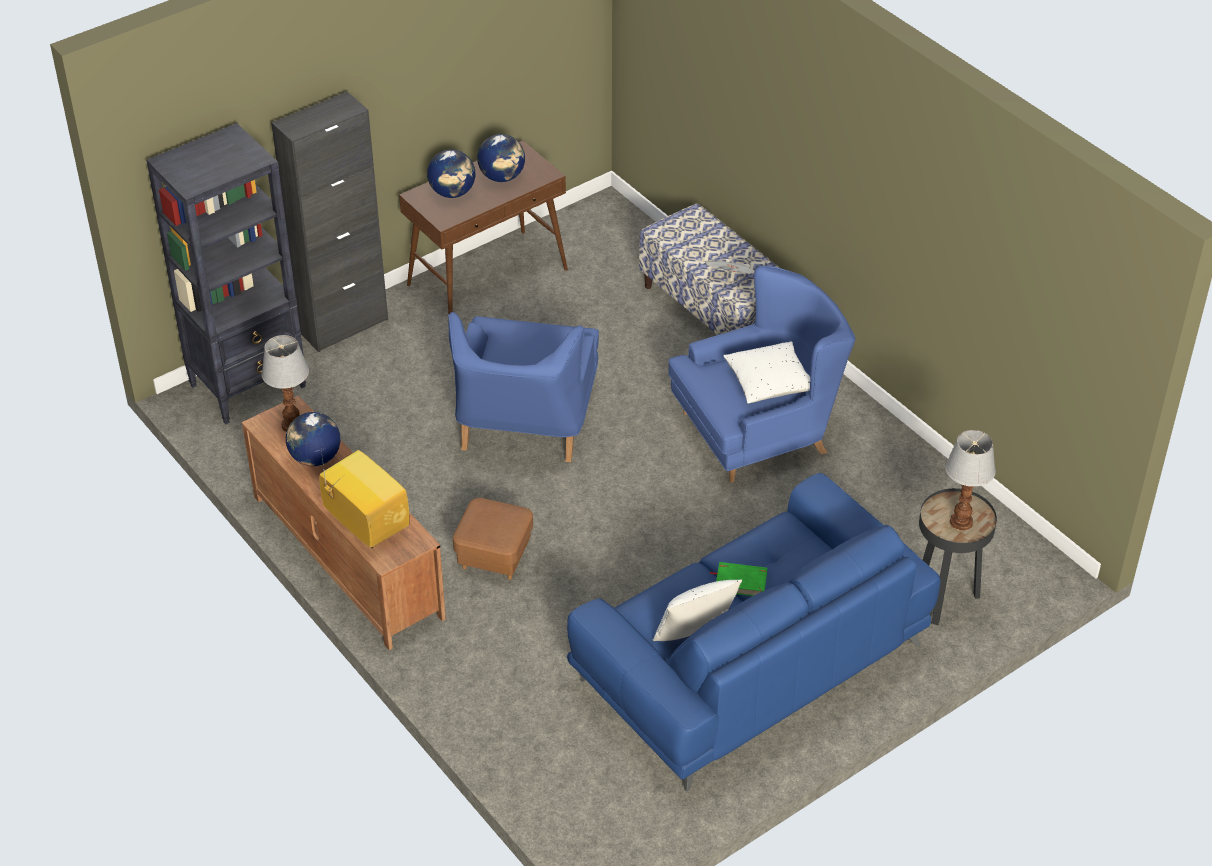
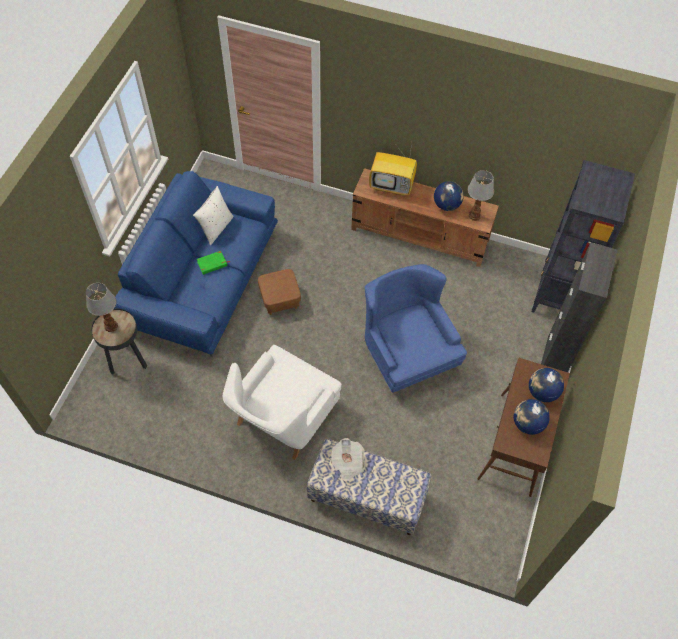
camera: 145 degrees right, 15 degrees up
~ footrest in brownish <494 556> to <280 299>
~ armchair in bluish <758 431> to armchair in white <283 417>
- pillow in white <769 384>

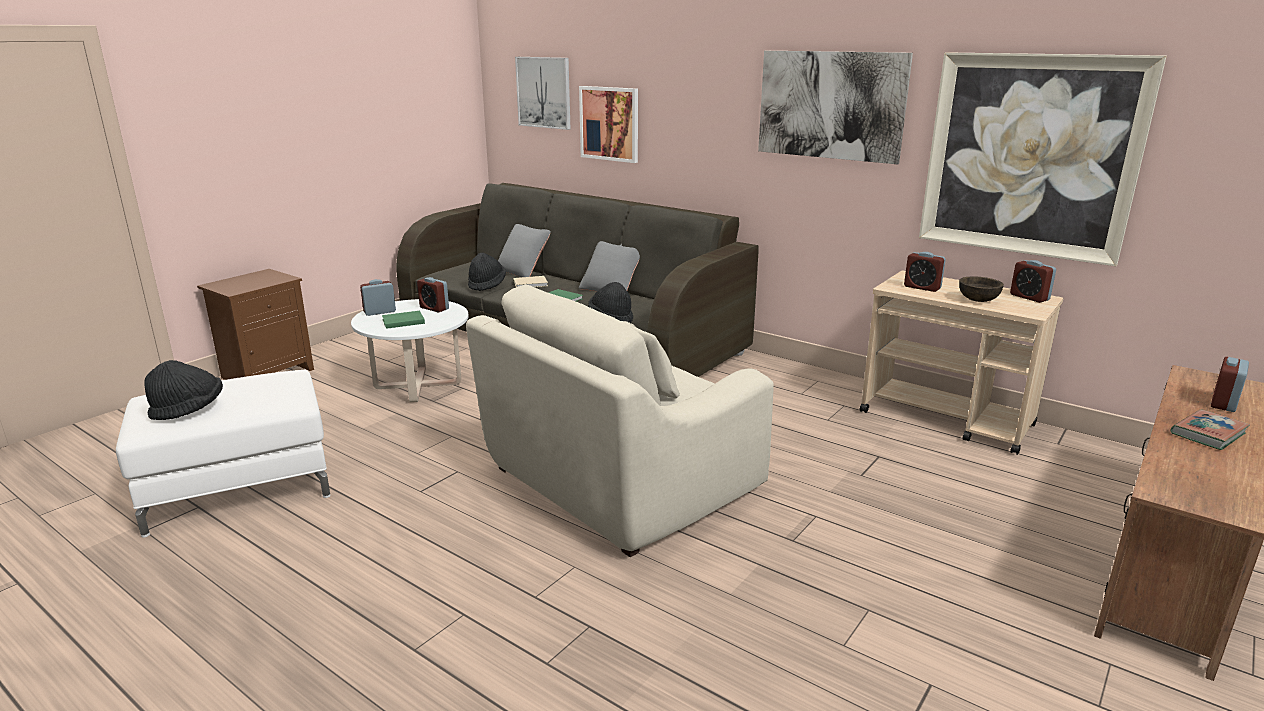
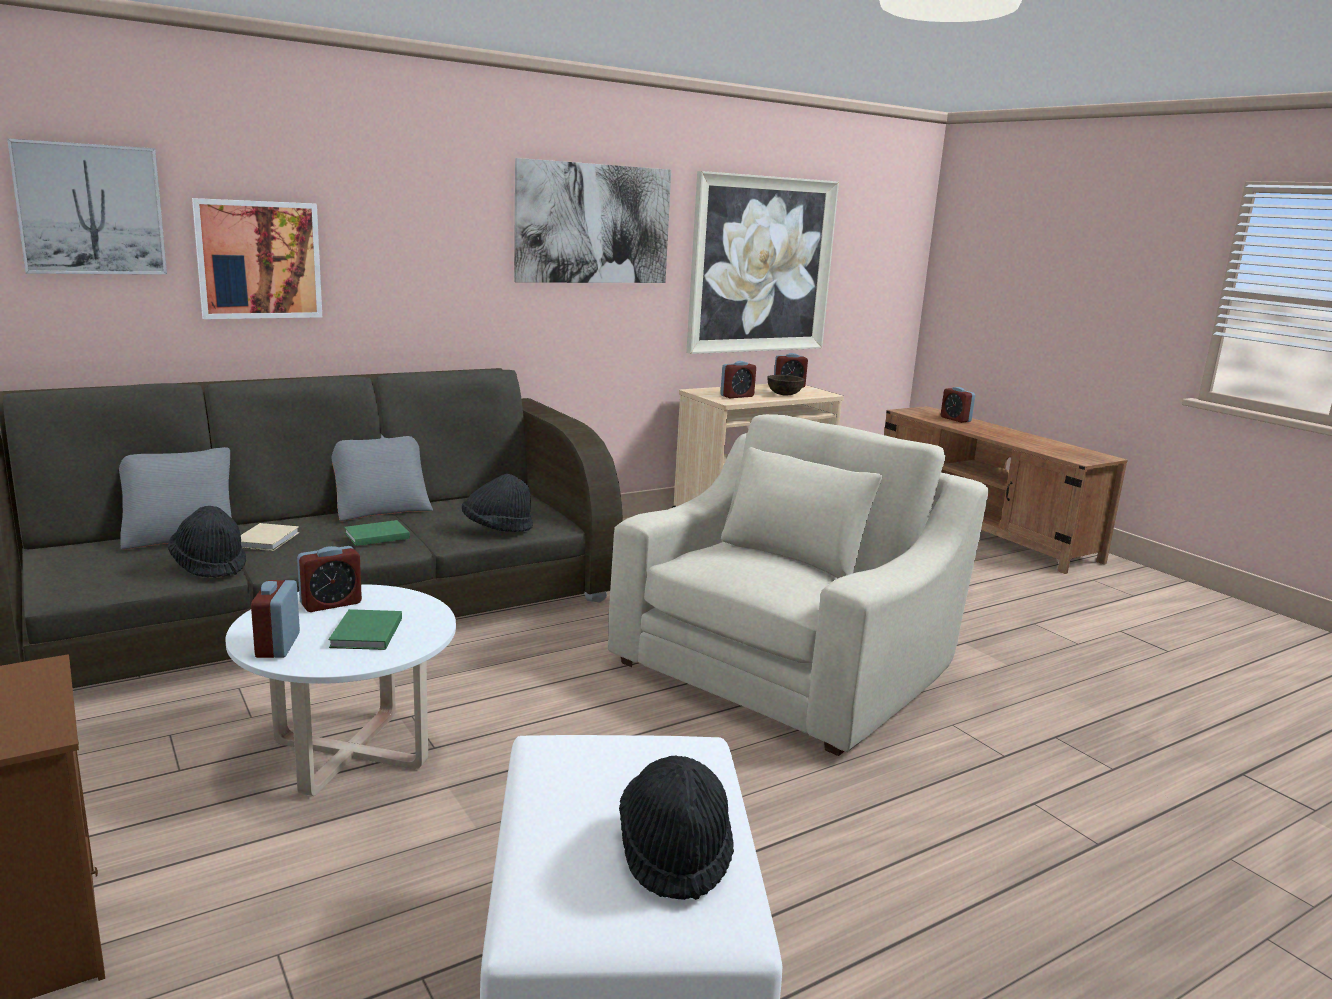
camera: 70 degrees left, 5 degrees down
~ armchair in beige-coloured <618 481> = <785 667> 120 degrees counterclockwise
- book <1208 433>

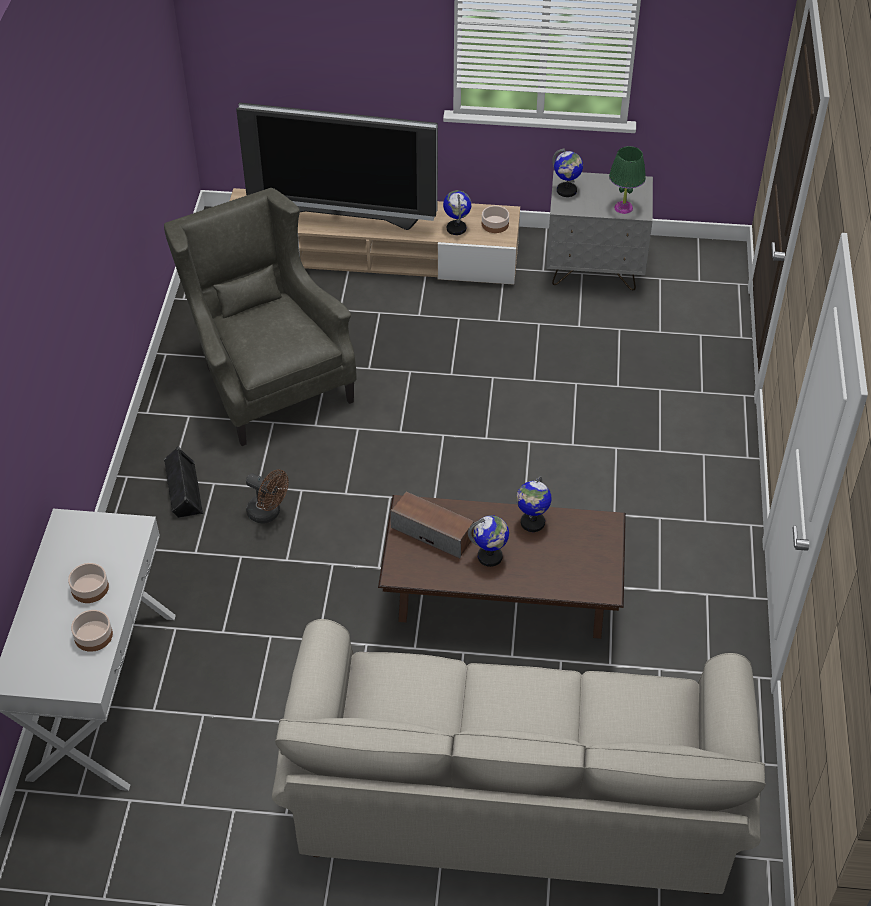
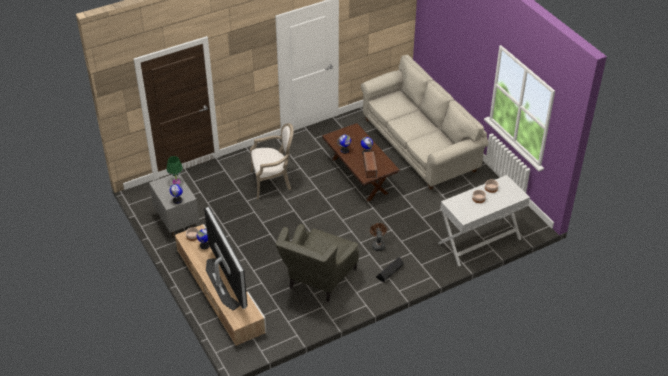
camera: 125 degrees left, 5 degrees down
+ armchair <272 182>

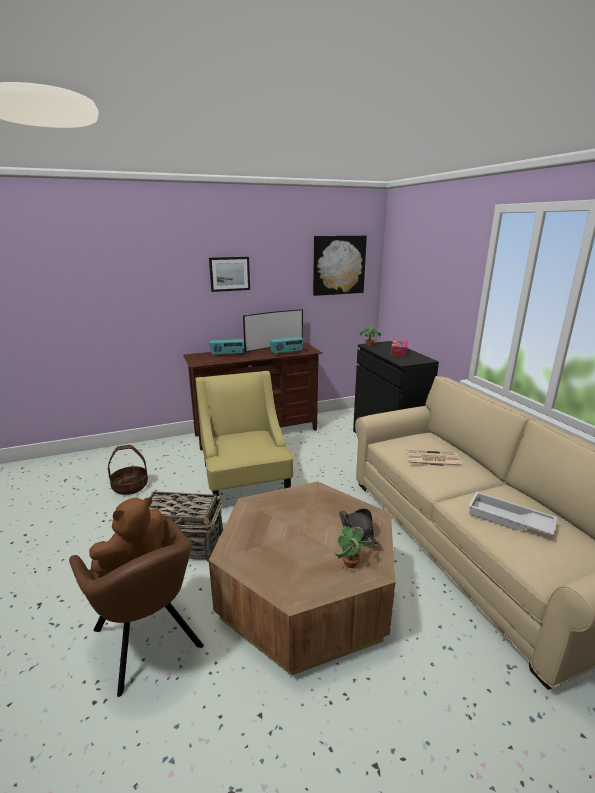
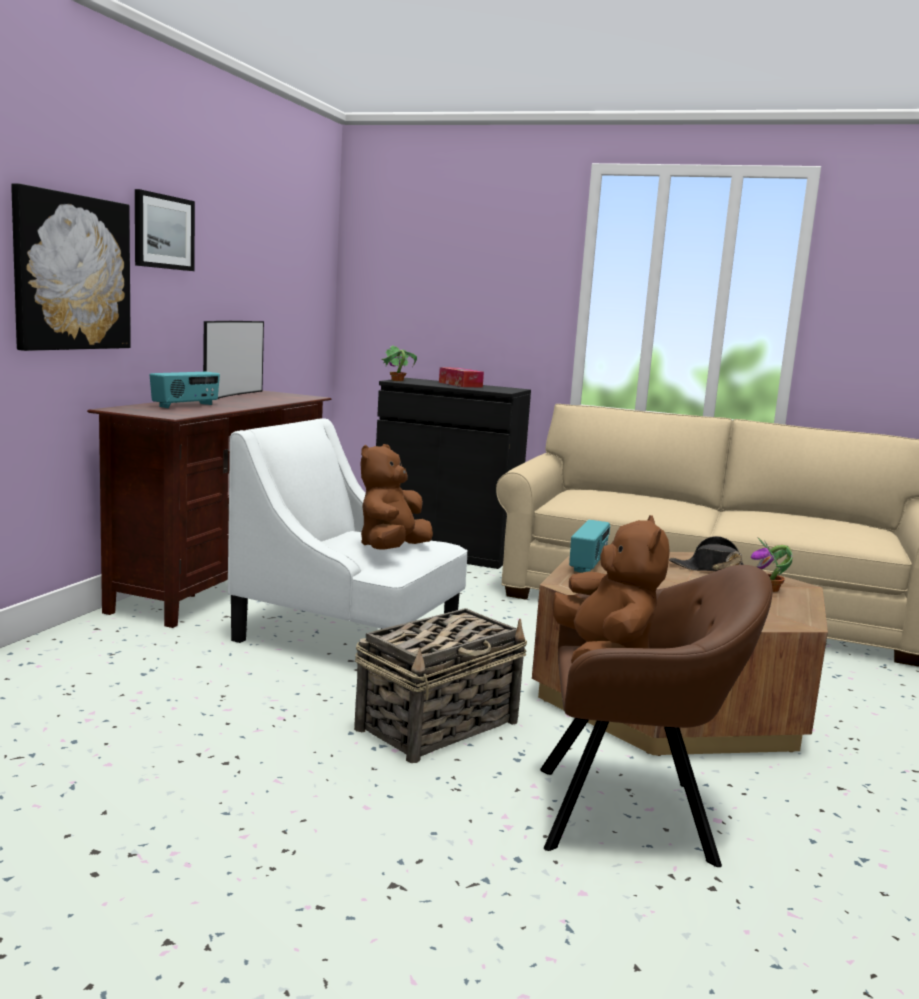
camera: 50 degrees left, 10 degrees down
- storage basket <130 486>
~ armchair in yellowish <245 480> to armchair in white <348 636>
~ radio receiver <286 353> to <588 564>
~ wall art <338 265> to <71 272>
- printed paper <431 459>
- tray in white <508 520>
+ plush toy in brownish <392 549>

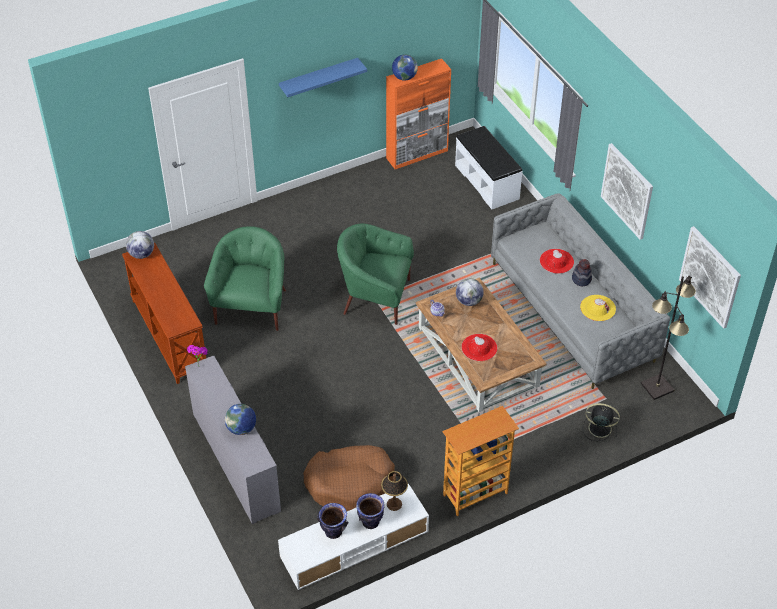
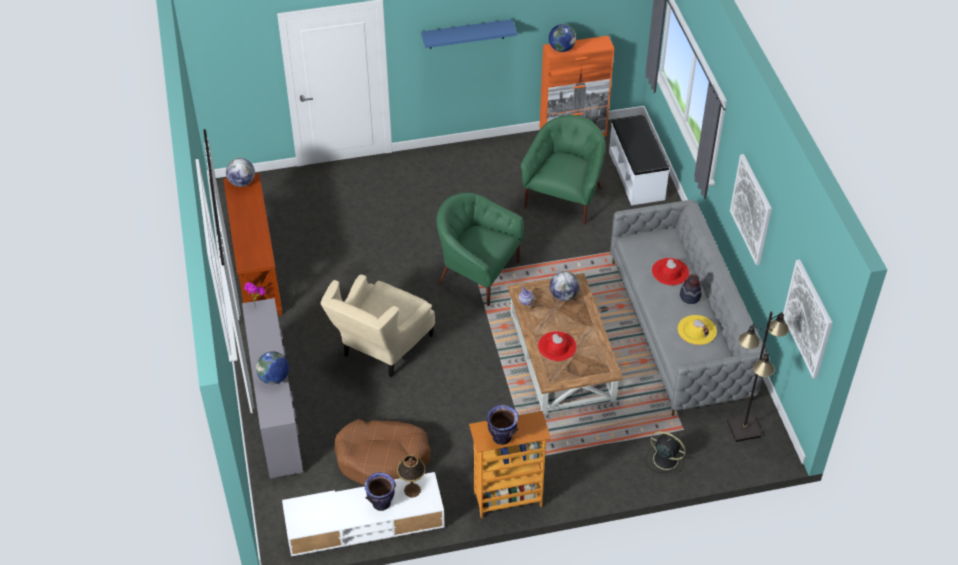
camera: 15 degrees right, 0 degrees up
~ armchair in green <252 306> to <564 197>
~ flower vase <333 532> to <501 438>
+ armchair in beige-coloured <381 349>

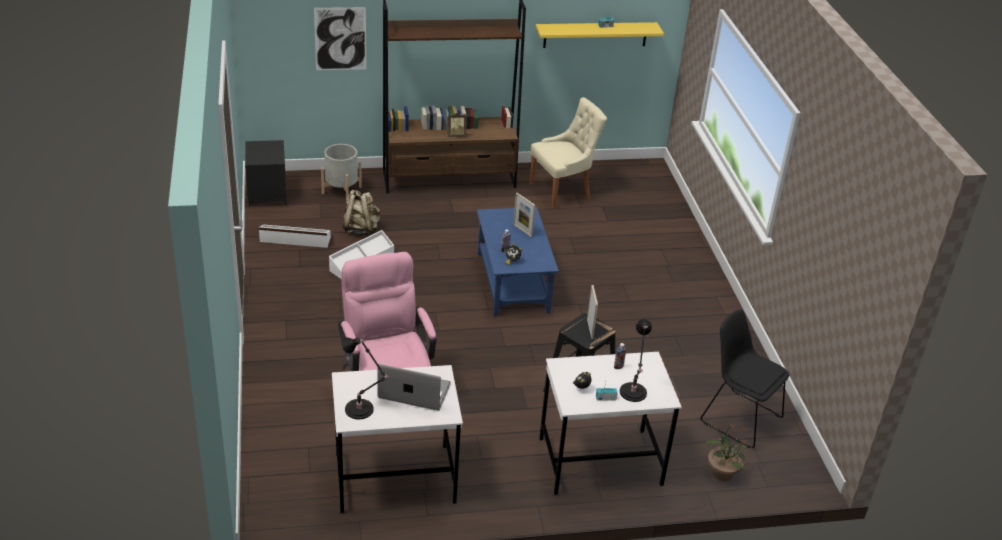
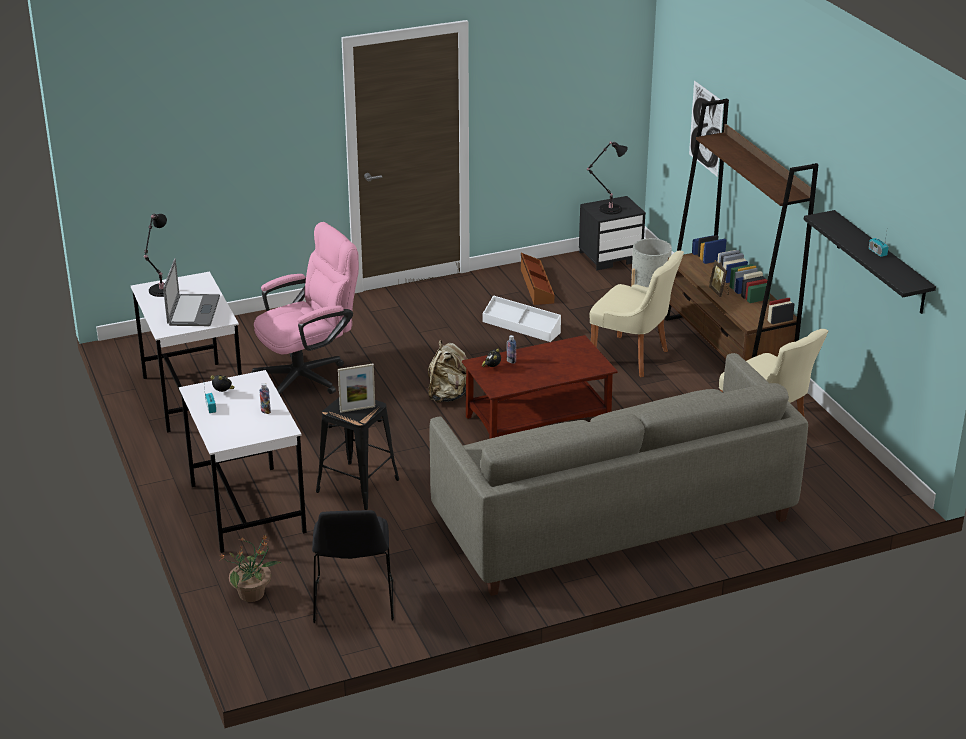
camera: 80 degrees right, 5 degrees down
~ storage box in white <295 240> to storage box in brownish <536 286>
~ rucksack in beige-coloured <361 229> to <448 396>
~ coffee table in bluish <513 283> to coffee table in brownish <537 421>
- picture frame <522 230>
~ bracket shelf in yellowish <595 34> to bracket shelf in blackish <881 263>
~ lamp for a table in blackish <632 394> to <608 209>
~ chair in blackish <738 417> = <353 602> 150 degrees clockwise
+ settee in greyish <612 518>
+ chair in beige-coloured <632 357>

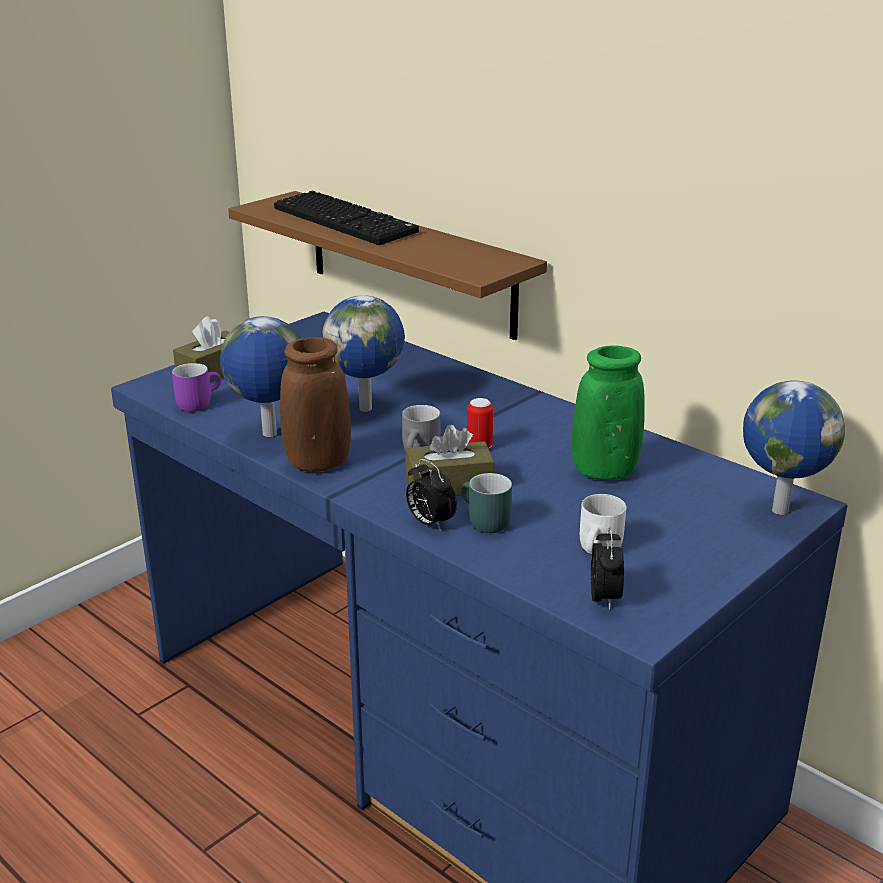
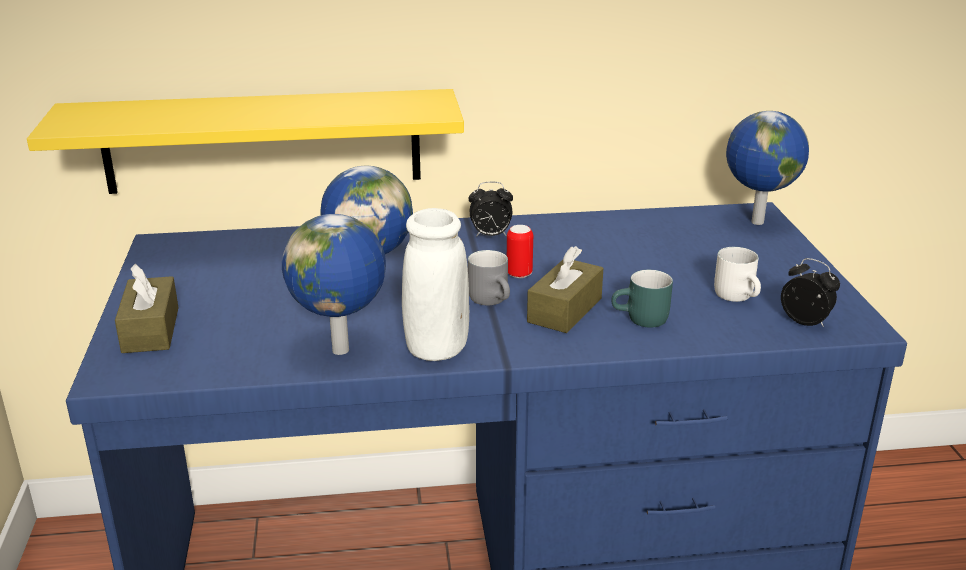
camera: 50 degrees left, 0 degrees up
- coffee mug in purplish <197 403>
~ bracket shelf in brownish <410 263> to bracket shelf in yellowish <262 141>
- PC keyboard <347 220>
~ flower vase in brownish <318 463> to flower vase in white <437 349>
~ alarm clock <429 523> to <490 236>
- flower vase in green <604 471>

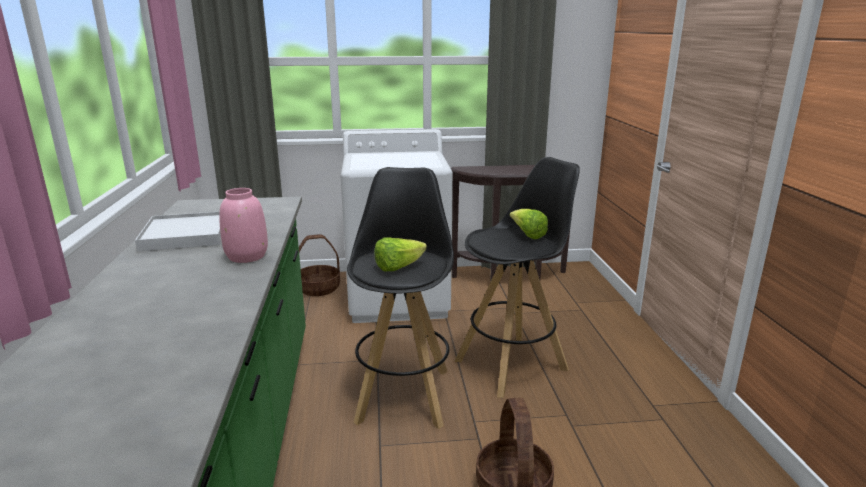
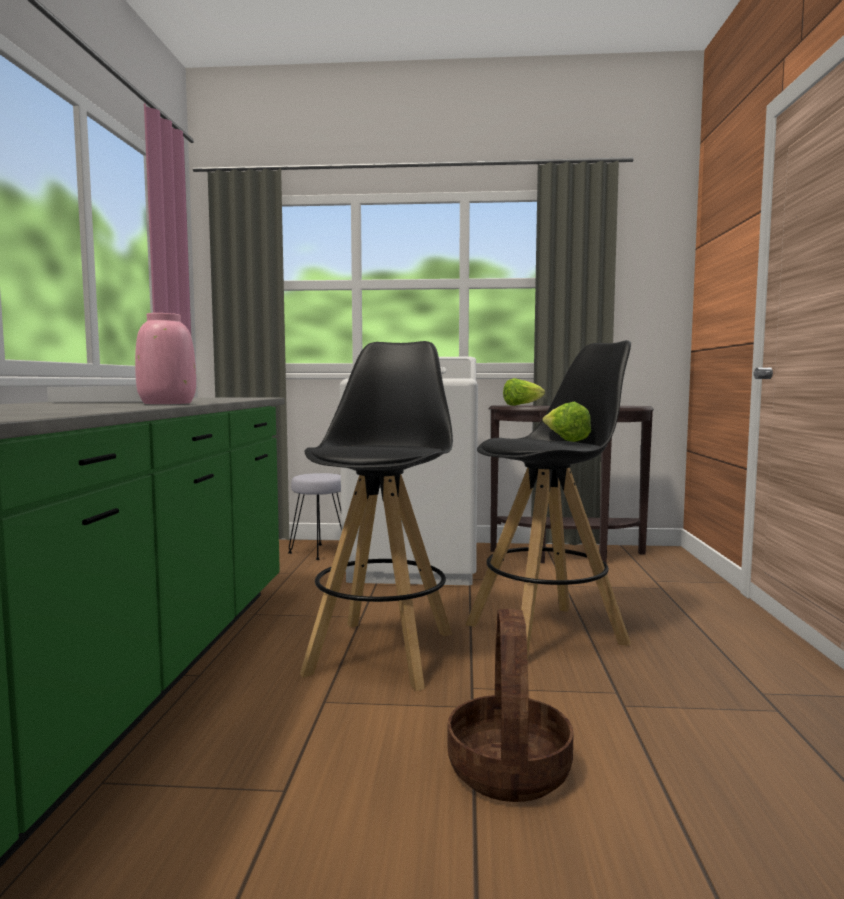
camera: 10 degrees right, 15 degrees down
~ storage basket <319 288> to sitting stool in greyish <319 552>
~ lettuce head <398 267> to <521 405>

